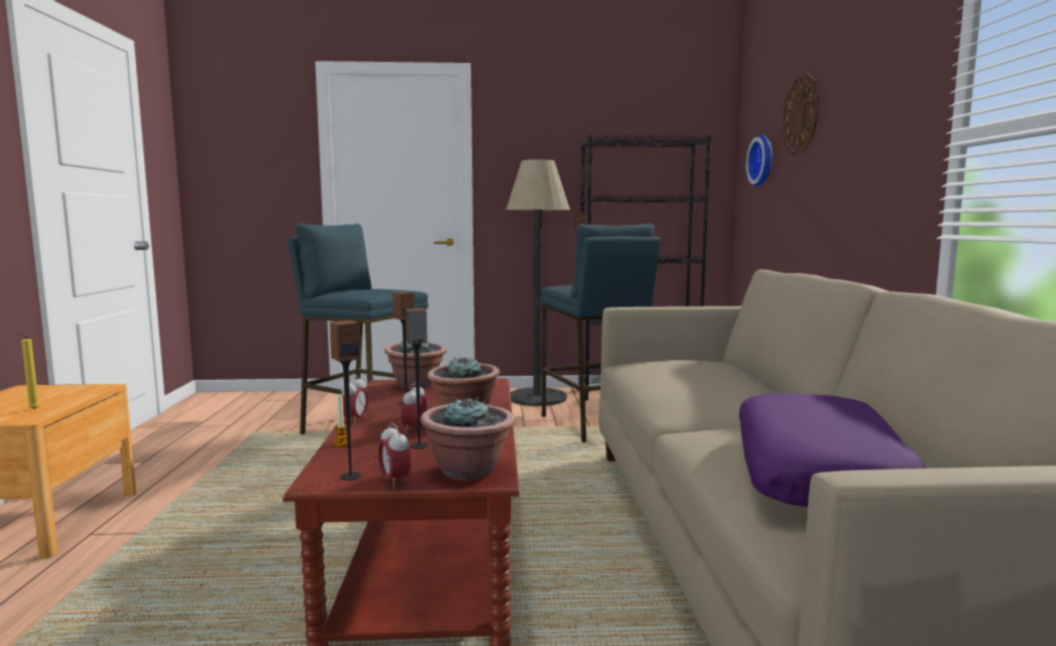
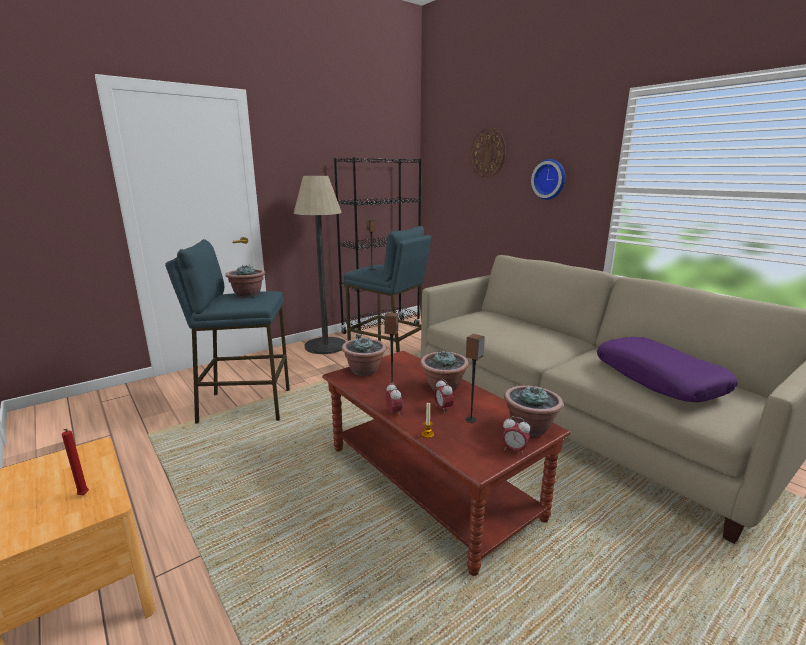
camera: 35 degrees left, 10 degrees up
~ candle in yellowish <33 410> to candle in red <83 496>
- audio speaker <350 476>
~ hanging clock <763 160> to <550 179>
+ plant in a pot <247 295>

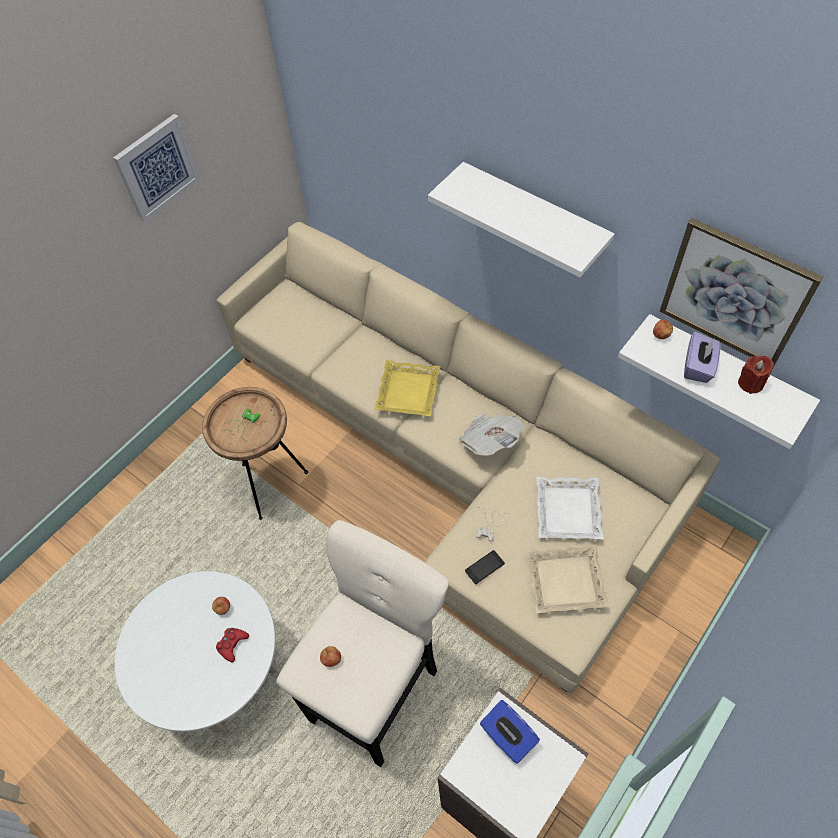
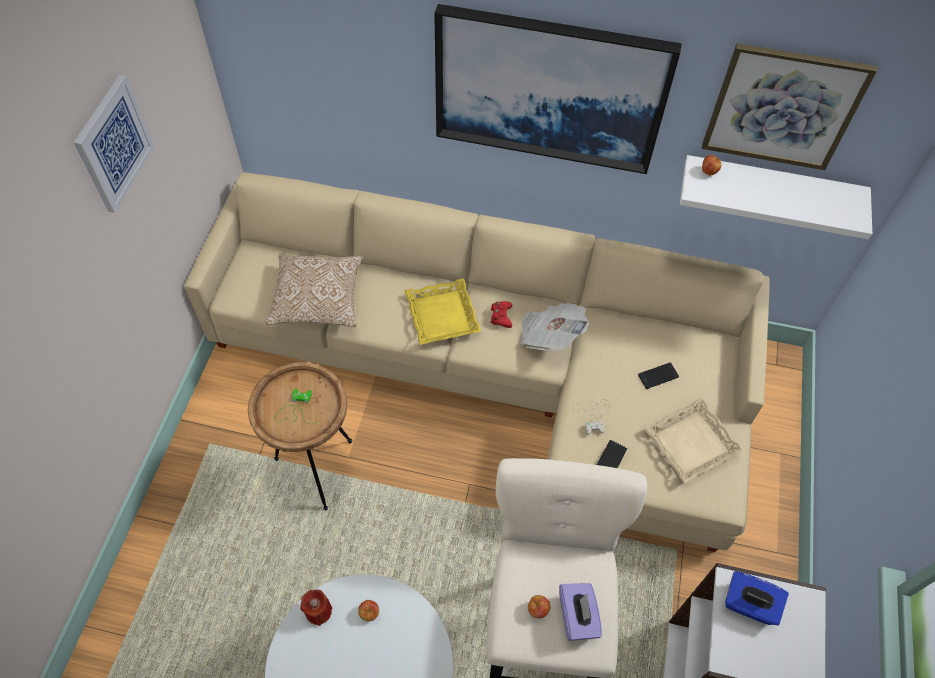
camera: 30 degrees left, 0 degrees up
~ game controller in red <232 644> to <501 316>
~ bracket shelf in white <533 217> to wall art <549 89>
~ tray in white <568 511> to handset <658 376>
~ tissue holder in purplish <698 367> to <577 617>
~ candle in red <750 383> to <318 611>
+ pillow <318 300>

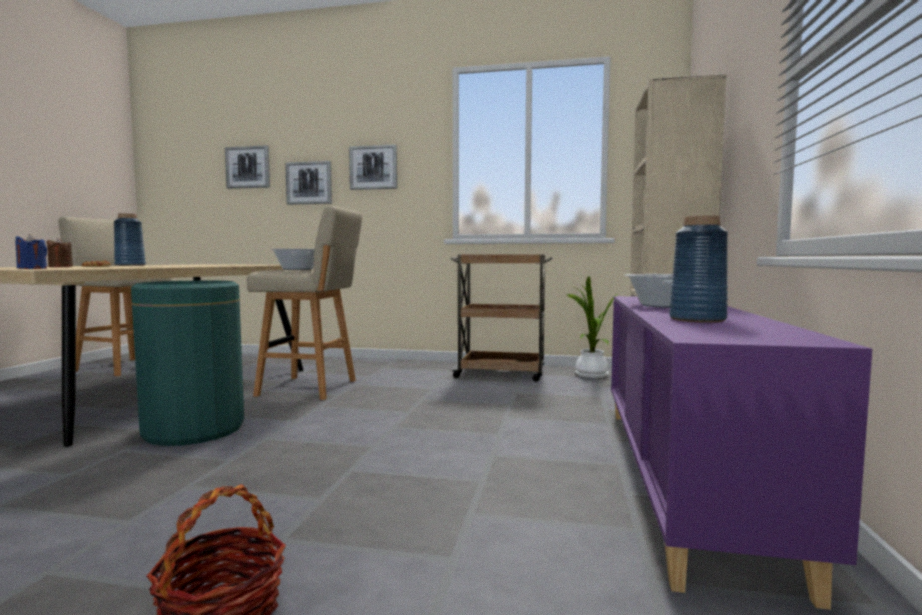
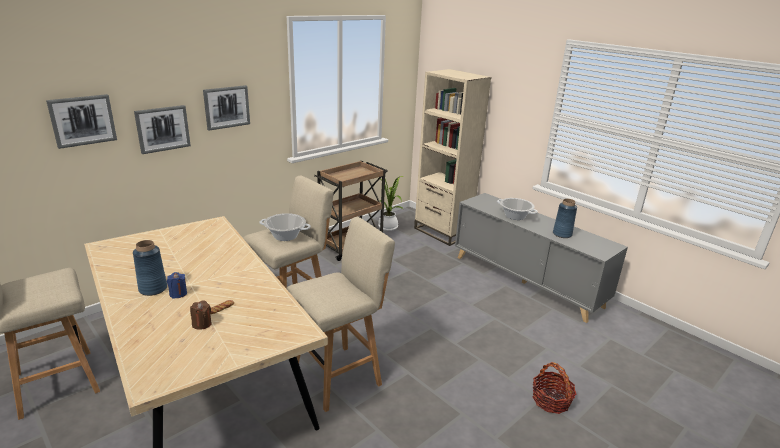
camera: 55 degrees left, 20 degrees up
~ candle in bluish <32 268> to <178 294>
~ rubbish bin in green <193 430> to sitting stool in beige-coloured <339 375>
~ cupboard in purplish <683 478> to cupboard in greyish <526 281>

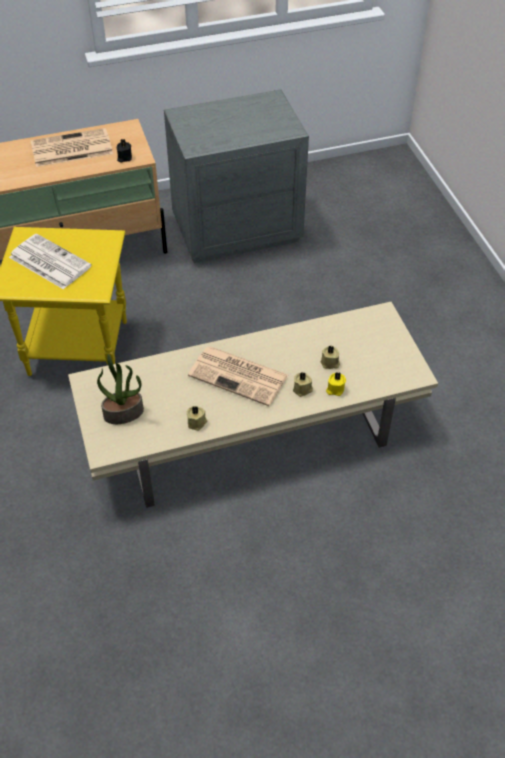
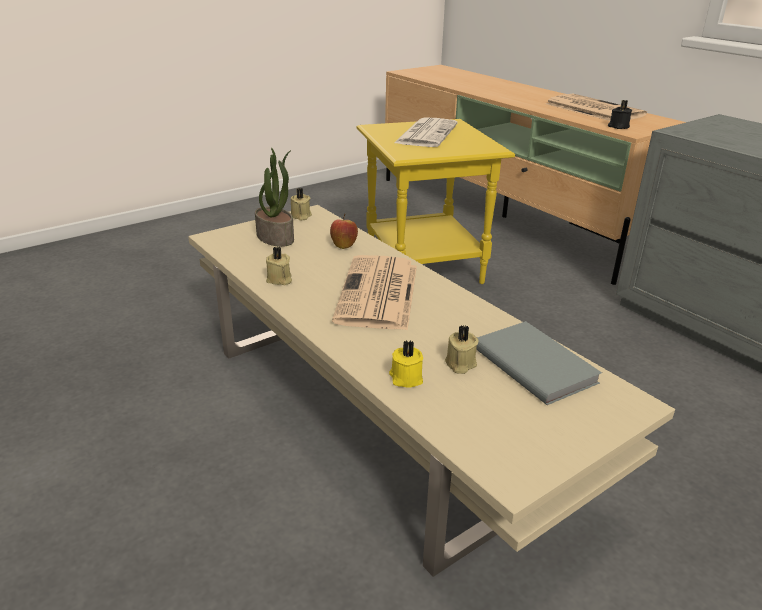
camera: 70 degrees right, 20 degrees down
~ candle in beige-coloured <303 389> to <300 216>
+ apple fruit <344 245>
+ book in greyish <535 363>

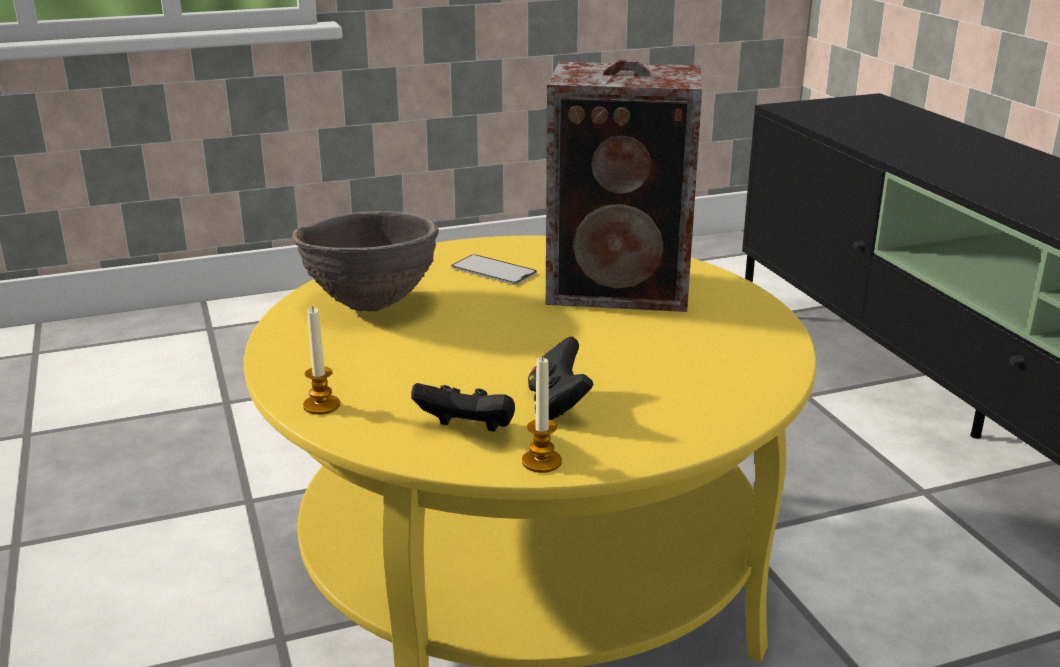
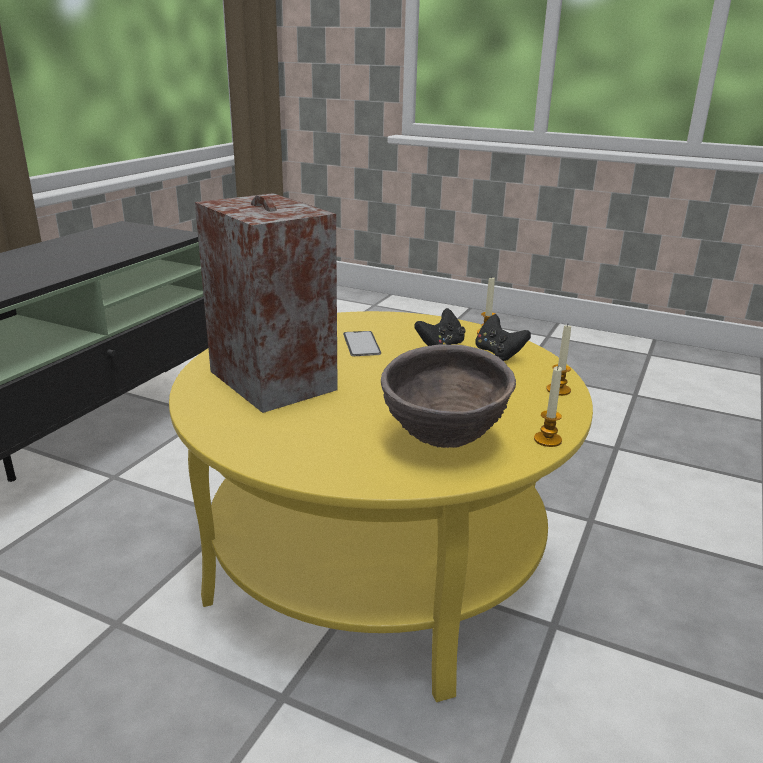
camera: 135 degrees left, 0 degrees up
~ handset <493 270> to <361 344>
+ candle <547 440>

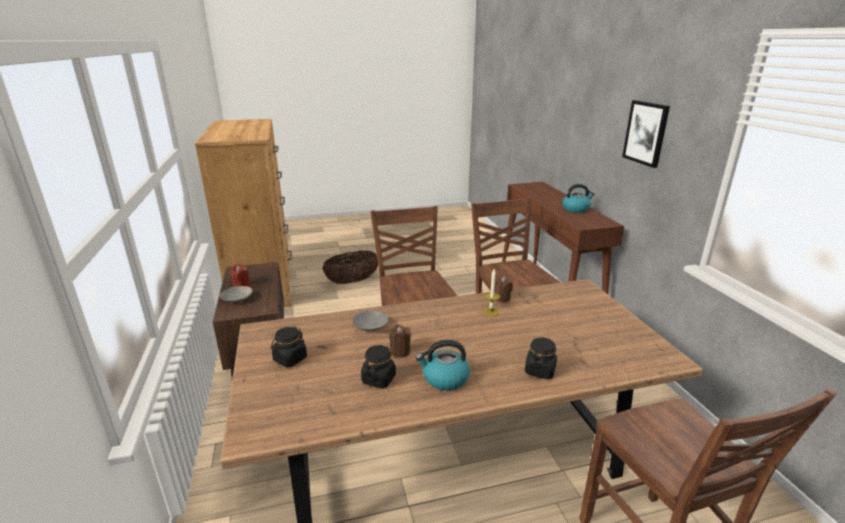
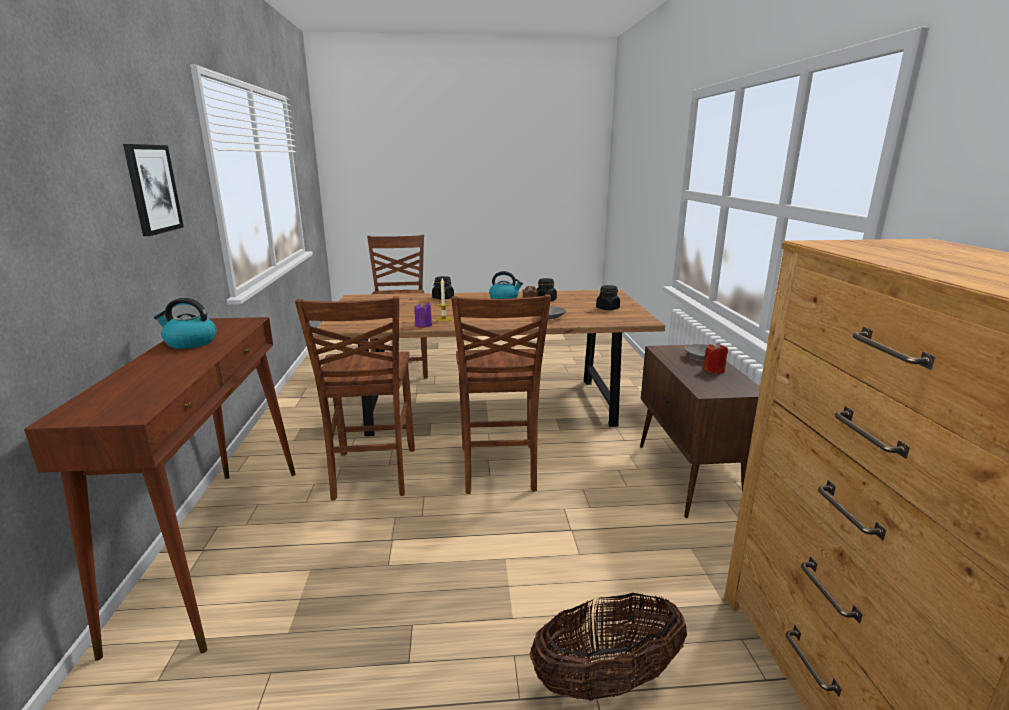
camera: 170 degrees left, 5 degrees down
~ candle in brownish <501 298> to candle in purplish <423 325>

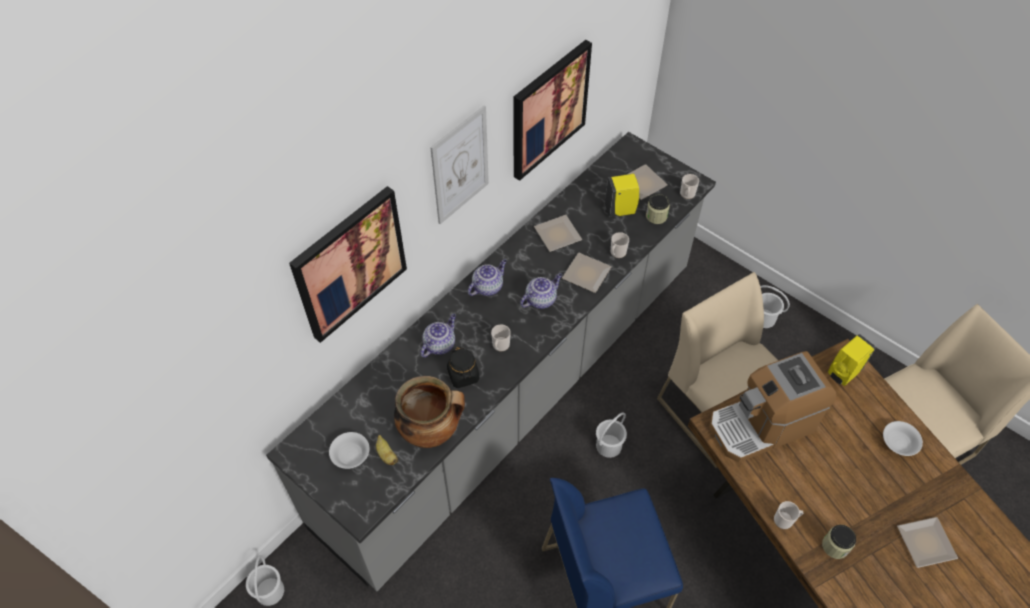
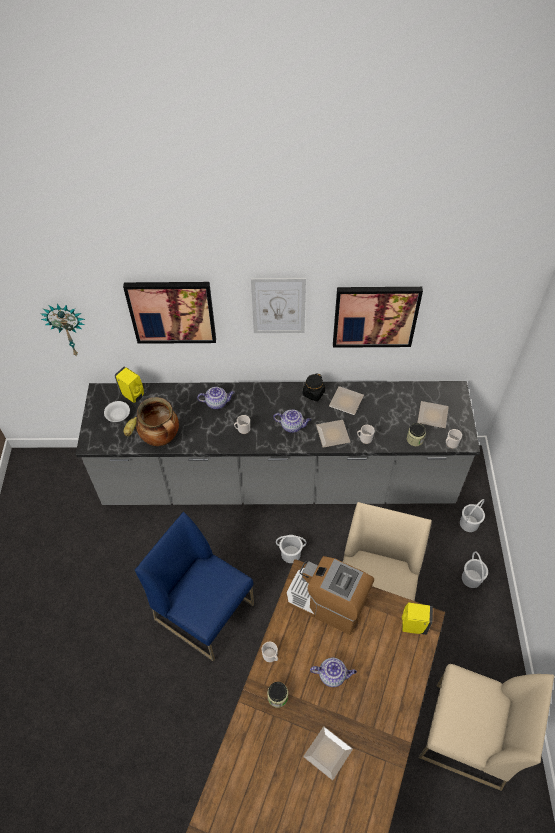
camera: 50 degrees right, 0 degrees up
~ water bucket in white <269 591> to <468 523>
~ jar in blackish <463 375> to <313 393>
~ tea pot <488 286> to <333 675>
~ soap bottle in yellowish <621 210> to <133 395>
- serving bowl in white <898 442>
+ hanging clock <67 328>

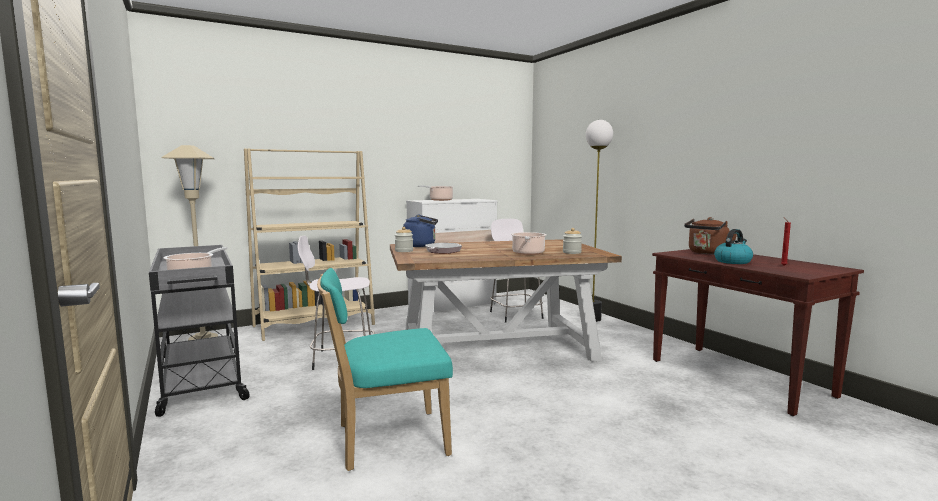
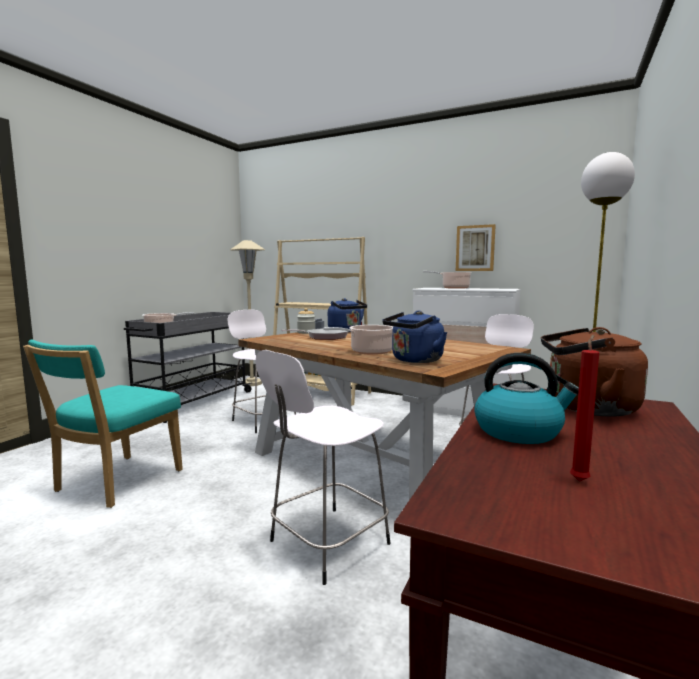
camera: 55 degrees right, 0 degrees up
~ chair in turquoise <386 440> = <115 483> 105 degrees counterclockwise
~ jar <572 252> to tea kettle in bluish <415 360>
+ sitting stool in white <326 544>
+ wall art <475 248>

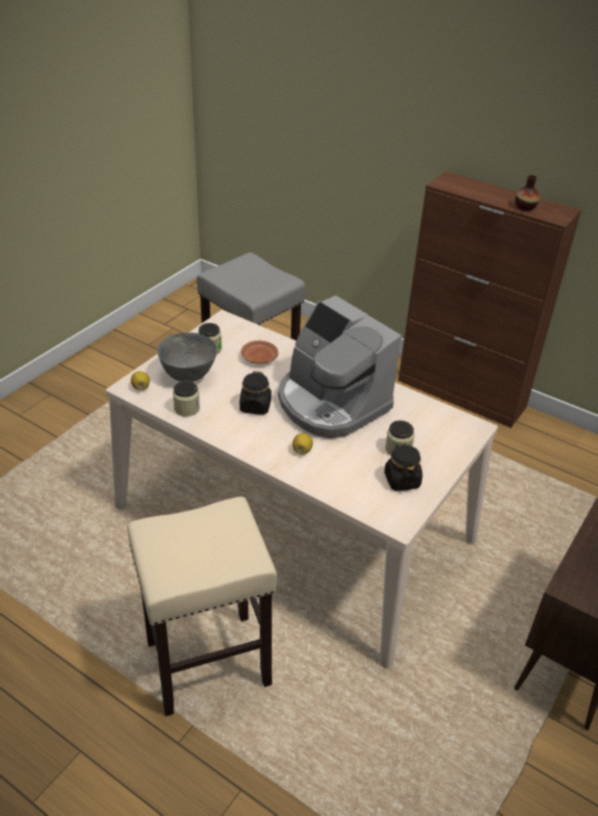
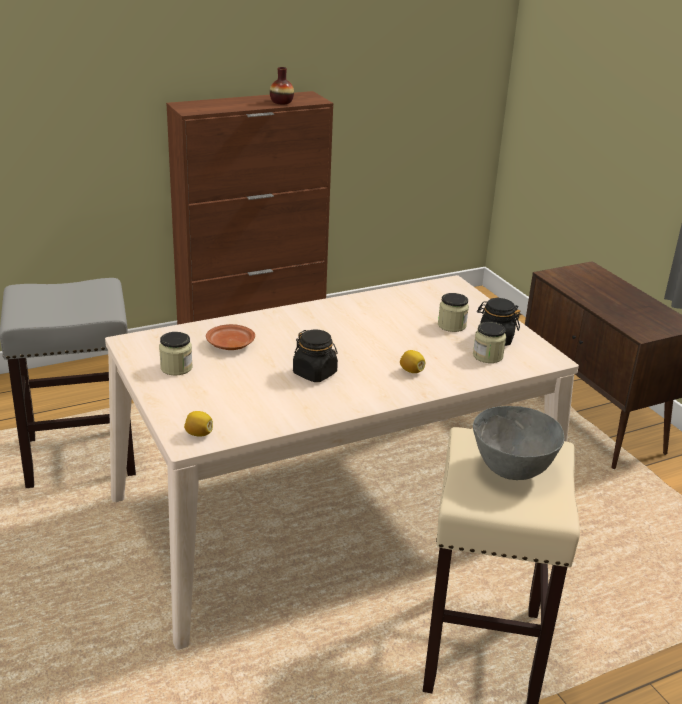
camera: 60 degrees left, 10 degrees down
~ serving bowl in greyish <188 375> to <512 470>
~ jar <187 408> to <487 356>
- coffee brewer <331 403>

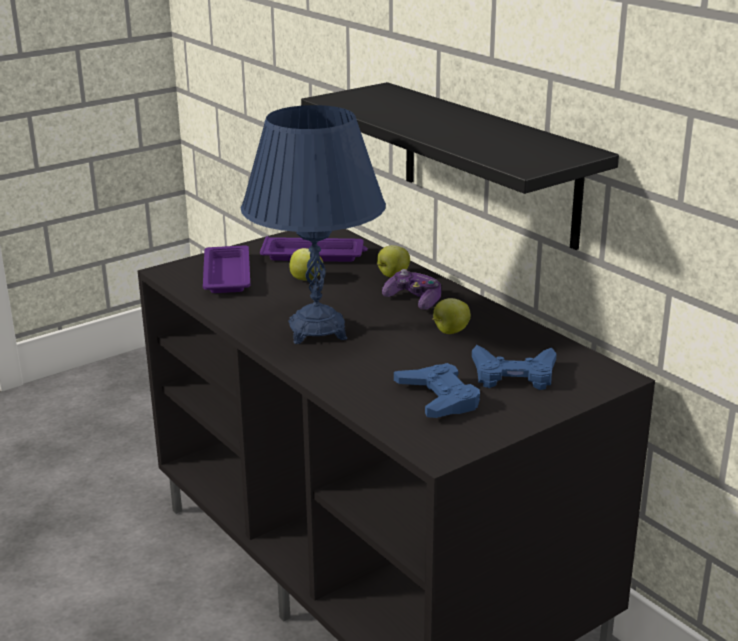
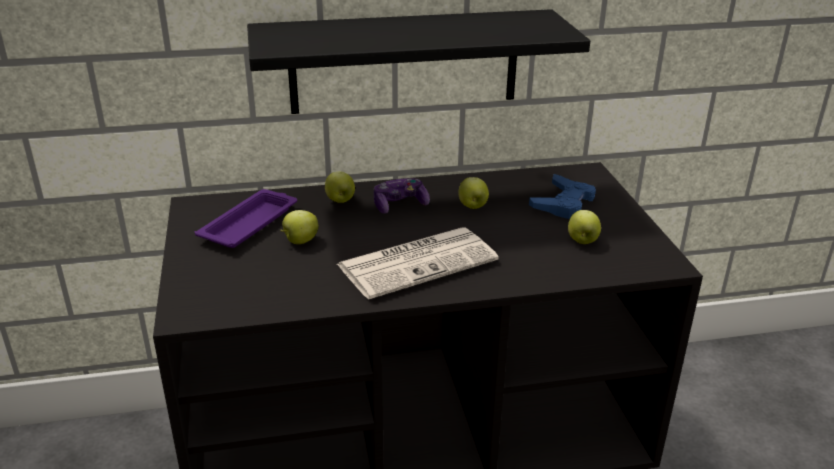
camera: 65 degrees left, 5 degrees up
- tray in purplish <227 274>
~ lamp for a table in bluish <317 330> to printed paper <418 262>
~ game controller in bluish <438 398> to apple fruit <582 241>

